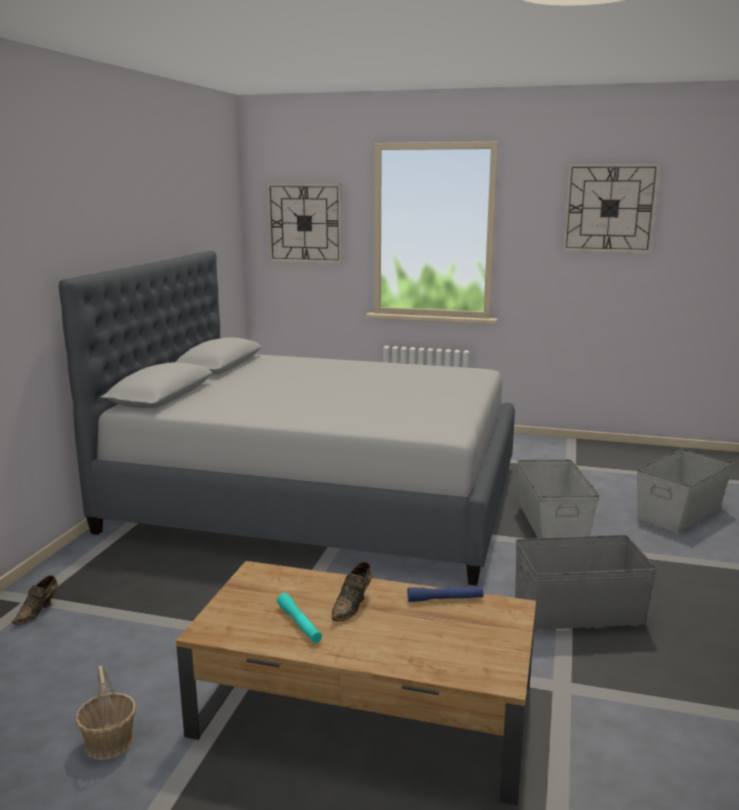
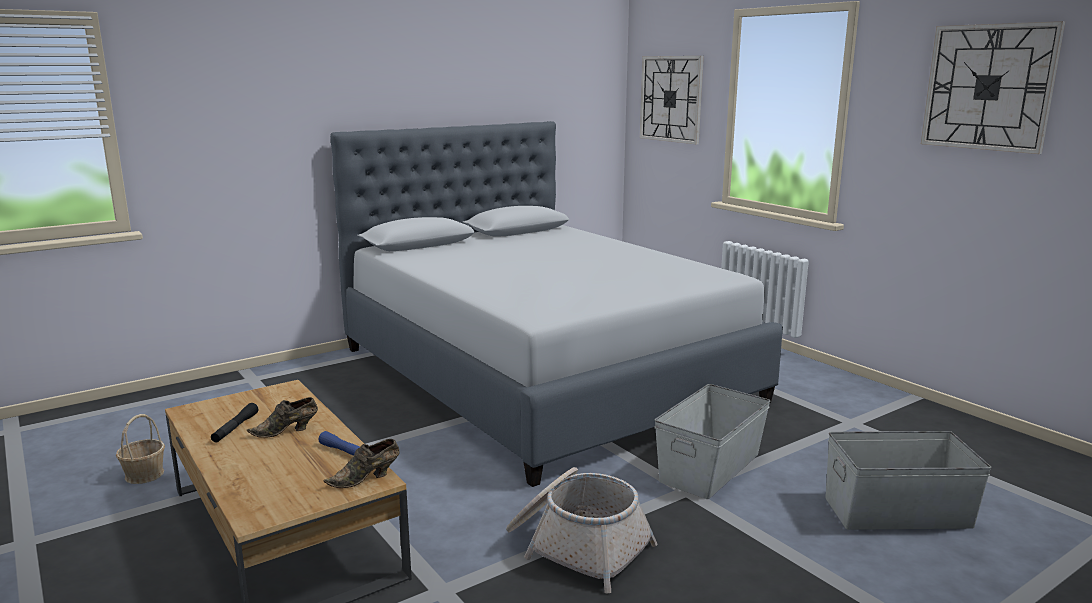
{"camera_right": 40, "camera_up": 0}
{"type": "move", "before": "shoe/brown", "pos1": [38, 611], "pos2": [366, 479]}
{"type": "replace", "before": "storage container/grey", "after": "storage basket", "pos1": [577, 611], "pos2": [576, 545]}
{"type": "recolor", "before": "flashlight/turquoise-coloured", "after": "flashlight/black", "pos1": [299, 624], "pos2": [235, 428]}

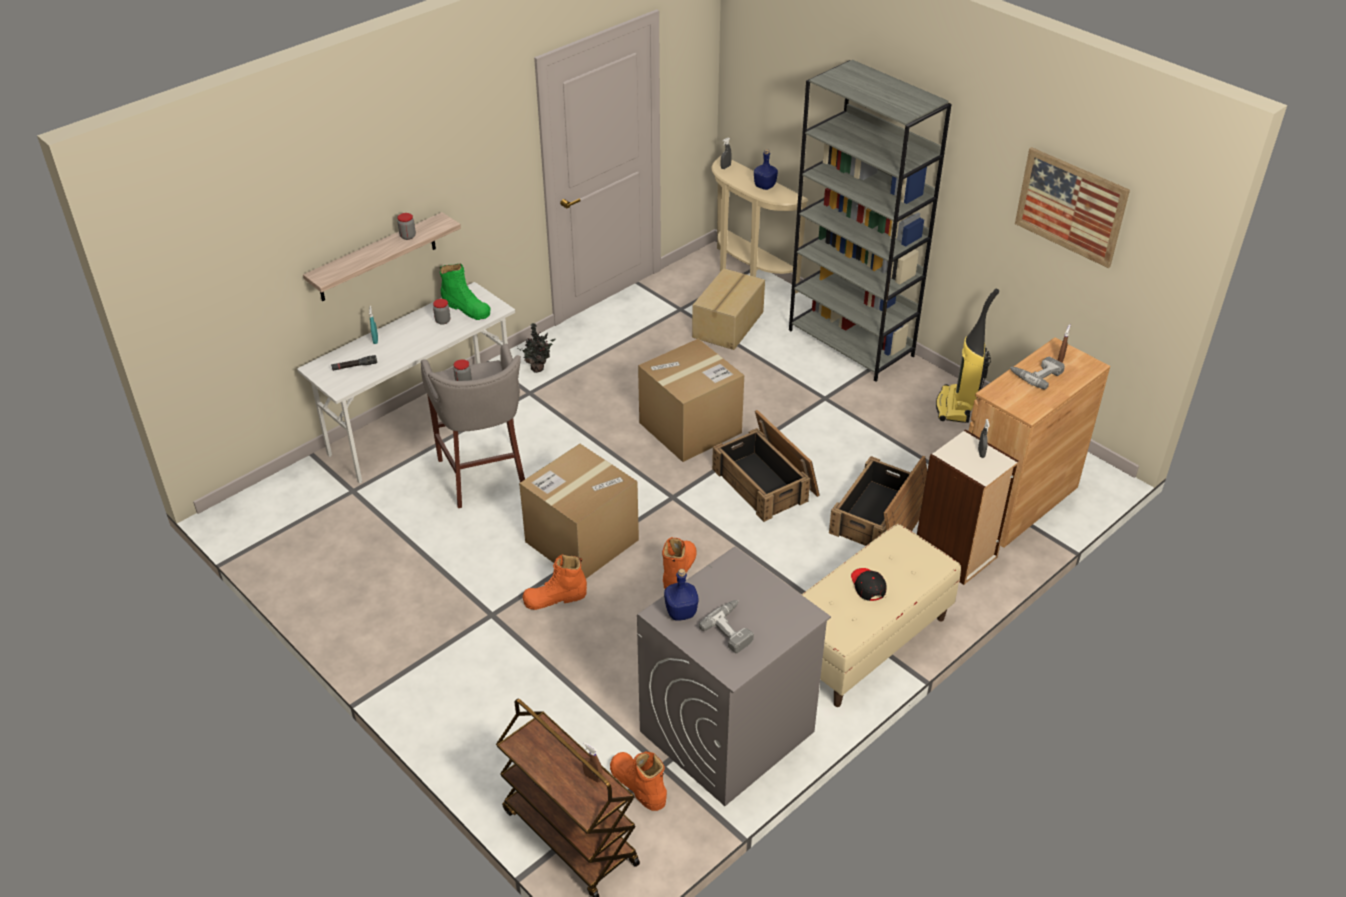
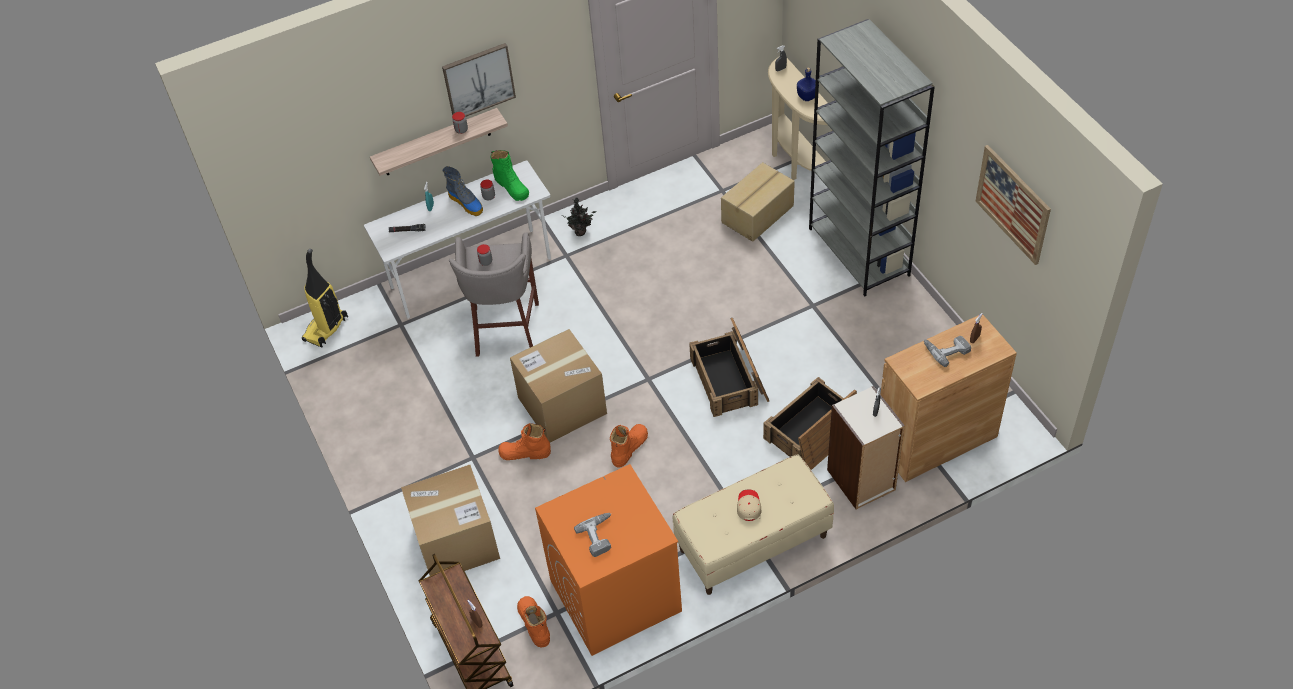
{"camera_right": 20, "camera_up": 10}
{"type": "delete", "before": "drink bottle/blue", "pos1": [681, 613]}
{"type": "insert", "after": "picture", "pos2": [478, 80]}
{"type": "insert", "after": "boot", "pos2": [466, 203]}
{"type": "move", "before": "cardboard box", "pos1": [690, 428], "pos2": [456, 541]}
{"type": "move", "before": "hoover", "pos1": [956, 407], "pos2": [326, 329]}
{"type": "recolor", "before": "laundry appliance/grey", "after": "laundry appliance/orange-coloured", "pos1": [726, 732], "pos2": [615, 596]}
{"type": "recolor", "before": "cap/black", "after": "cap/sand-coloured", "pos1": [867, 586], "pos2": [748, 506]}

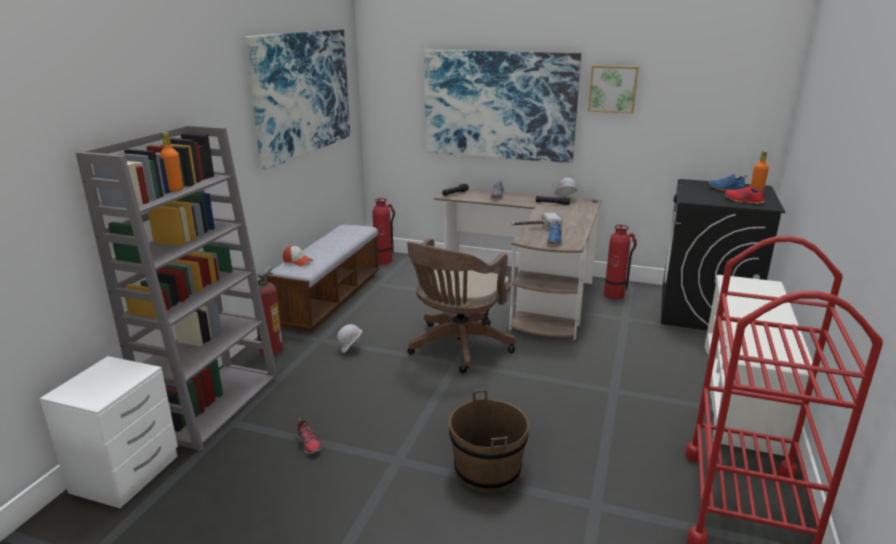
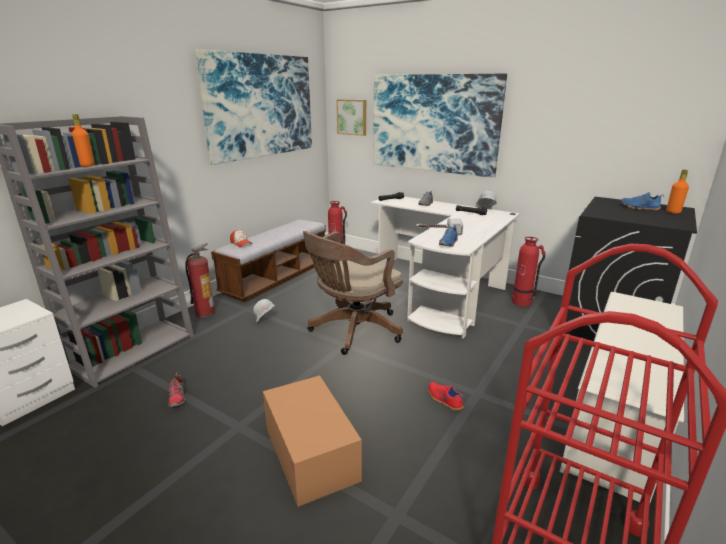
{"camera_right": 15, "camera_up": 0}
{"type": "move", "before": "picture", "pos1": [613, 89], "pos2": [352, 117]}
{"type": "move", "before": "shoe/reddish", "pos1": [743, 201], "pos2": [444, 400]}
{"type": "replace", "before": "bucket/brown", "after": "cardboard box", "pos1": [487, 470], "pos2": [310, 453]}
{"type": "recolor", "before": "desk table/brown", "after": "desk table/white", "pos1": [529, 291], "pos2": [443, 290]}

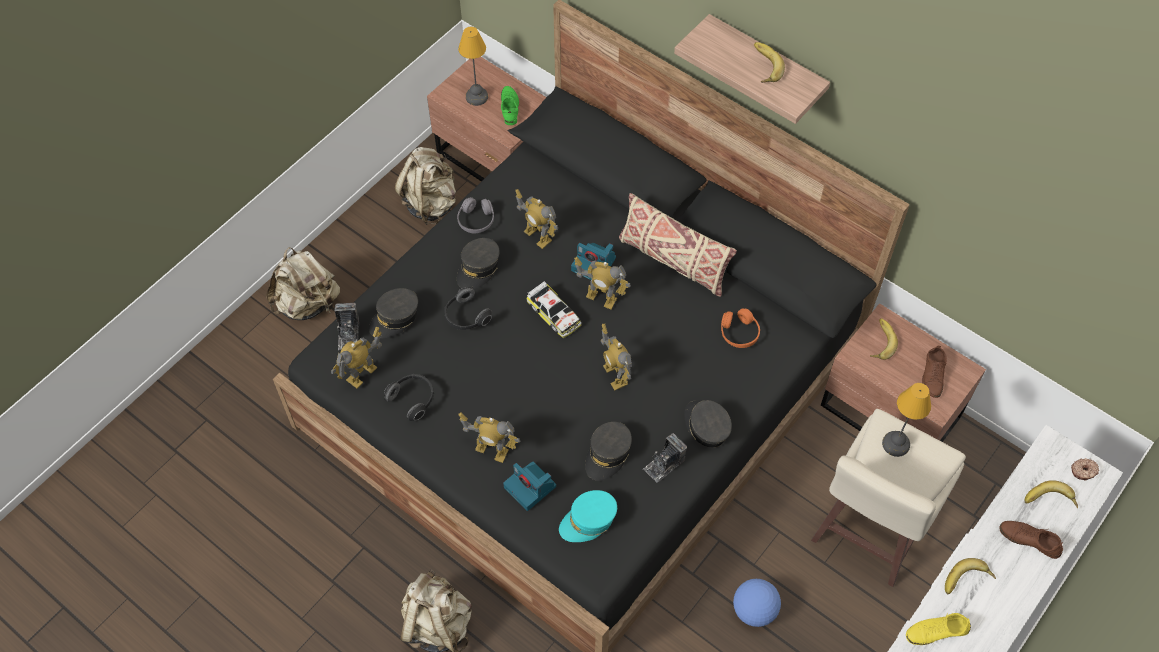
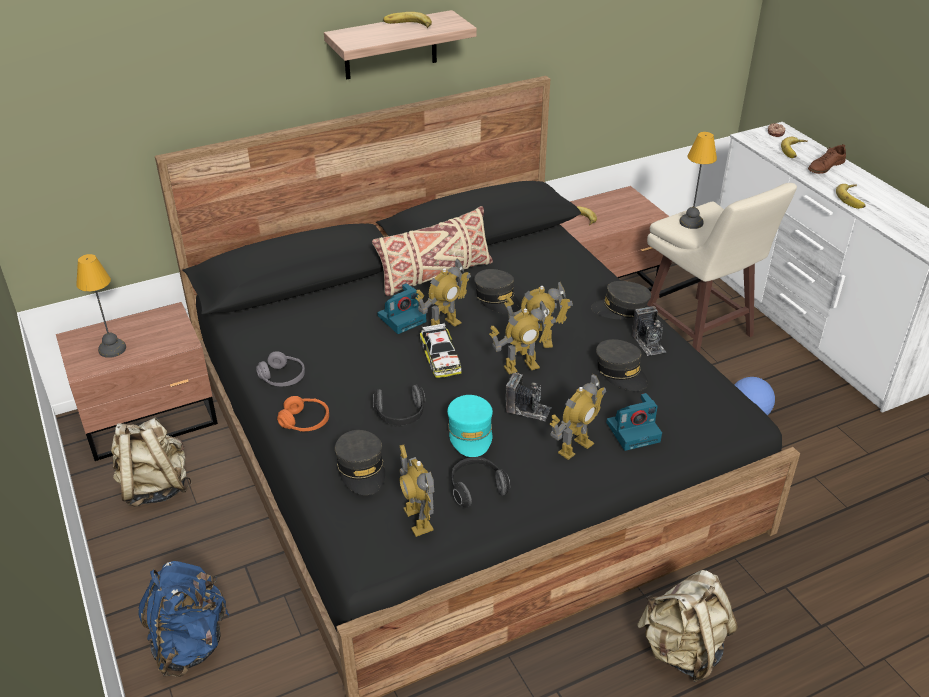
{"camera_right": -65, "camera_up": -20}
{"type": "delete", "before": "shoe/green-coloured", "pos1": [510, 107]}
{"type": "delete", "before": "shoe/yellow-coloured", "pos1": [936, 631]}
{"type": "delete", "before": "shoe/brown", "pos1": [933, 375]}
{"type": "move", "before": "photo camera", "pos1": [348, 333], "pos2": [528, 409]}
{"type": "move", "before": "cap/grey", "pos1": [478, 268], "pos2": [497, 298]}
{"type": "move", "before": "robot figure", "pos1": [537, 236], "pos2": [521, 366]}
{"type": "move", "before": "cap/turquoise-coloured", "pos1": [588, 521], "pos2": [470, 433]}
{"type": "move", "before": "headphones/orange-coloured", "pos1": [739, 333], "pos2": [305, 421]}
{"type": "recolor", "before": "backpack/sand-coloured", "after": "backpack/blue", "pos1": [308, 304], "pos2": [190, 643]}
{"type": "rotate", "before": "model car", "pos1": [554, 313], "pos2": [440, 357], "turn": 90}

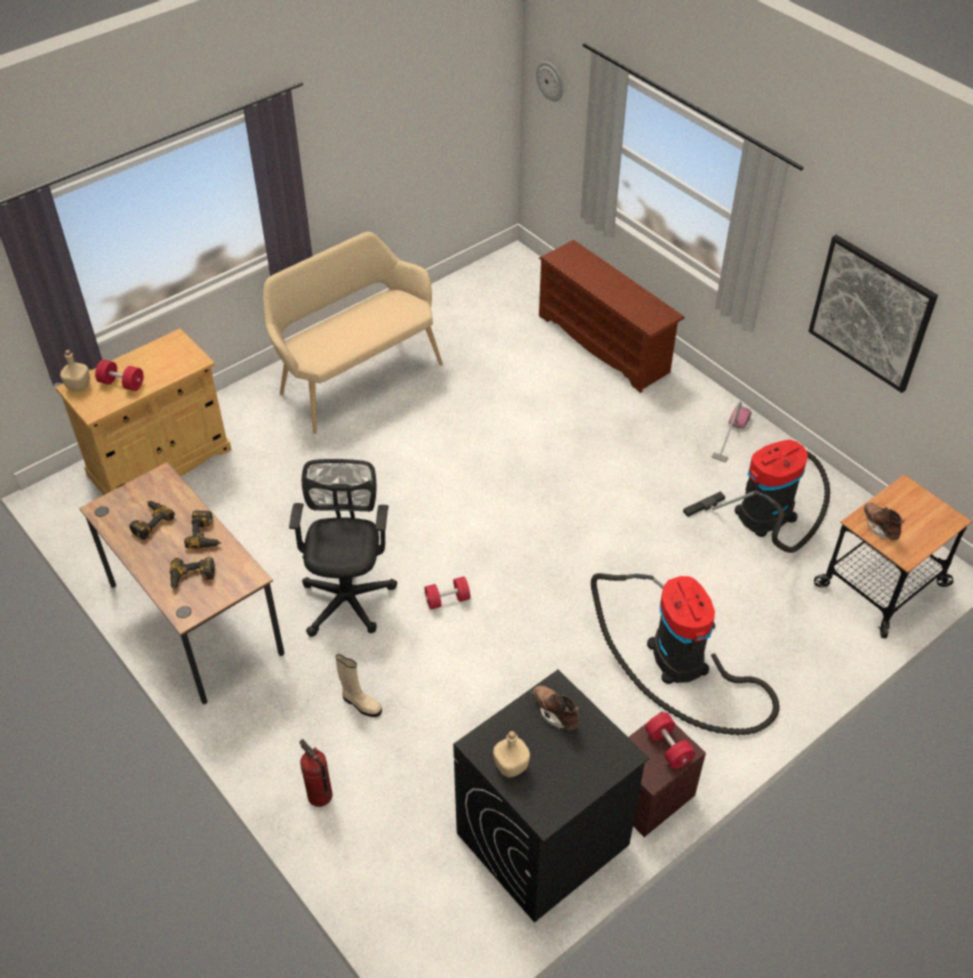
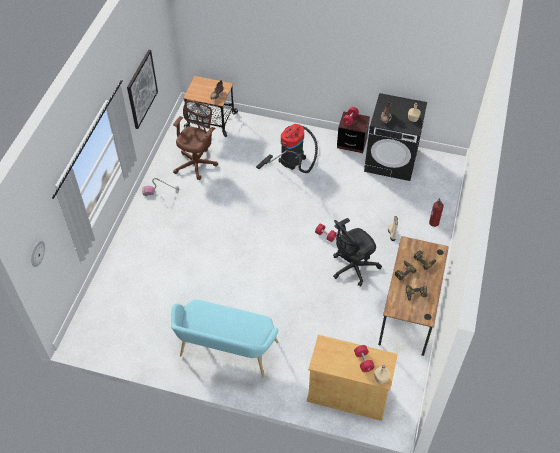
{"camera_right": -125, "camera_up": 5}
{"type": "delete", "before": "shoe shelf/brown", "pos1": [605, 344]}
{"type": "replace", "before": "hoover", "after": "office chair/brown", "pos1": [769, 511], "pos2": [197, 163]}
{"type": "recolor", "before": "indoor bench/sand-coloured", "after": "indoor bench/turquoise-coloured", "pos1": [355, 376], "pos2": [226, 352]}

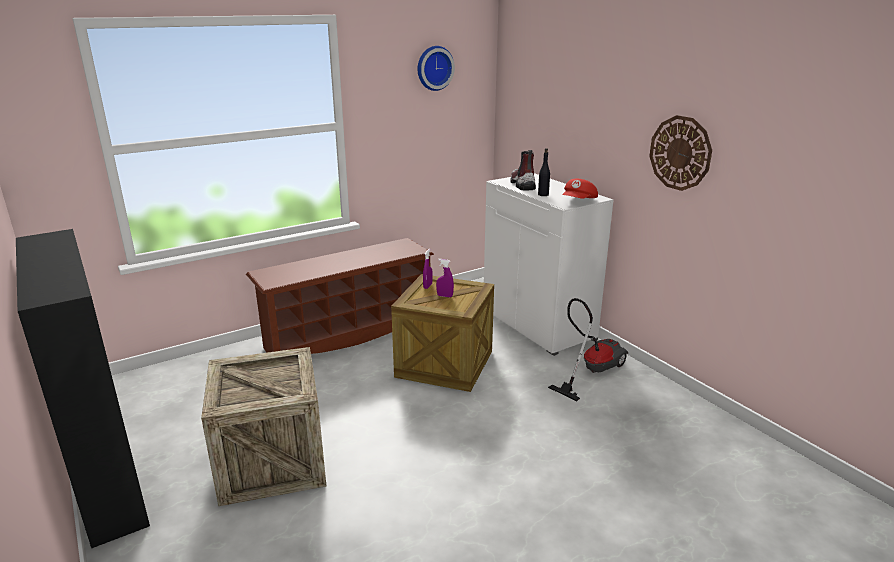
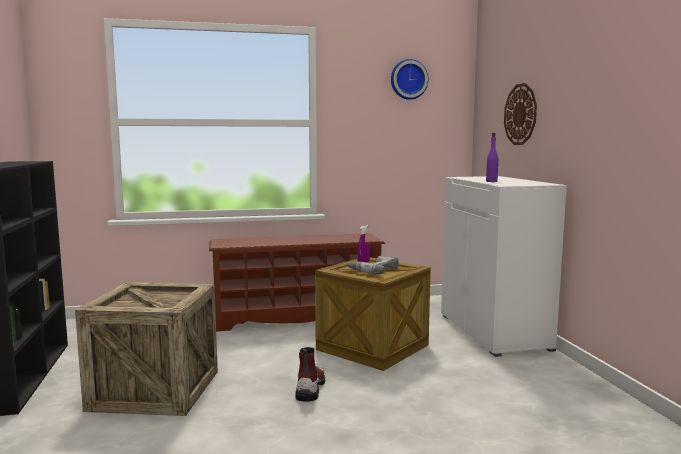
{"camera_right": 20, "camera_up": -15}
{"type": "delete", "before": "hoover", "pos1": [591, 370]}
{"type": "delete", "before": "cap/reddish", "pos1": [579, 201]}
{"type": "move", "before": "boot", "pos1": [522, 184], "pos2": [310, 388]}
{"type": "move", "before": "clock on the wall", "pos1": [680, 153], "pos2": [520, 114]}
{"type": "replace", "before": "spray bottle/purple", "after": "drill", "pos1": [444, 296], "pos2": [372, 269]}
{"type": "recolor", "before": "drink bottle/black", "after": "drink bottle/purple", "pos1": [543, 194], "pos2": [491, 181]}

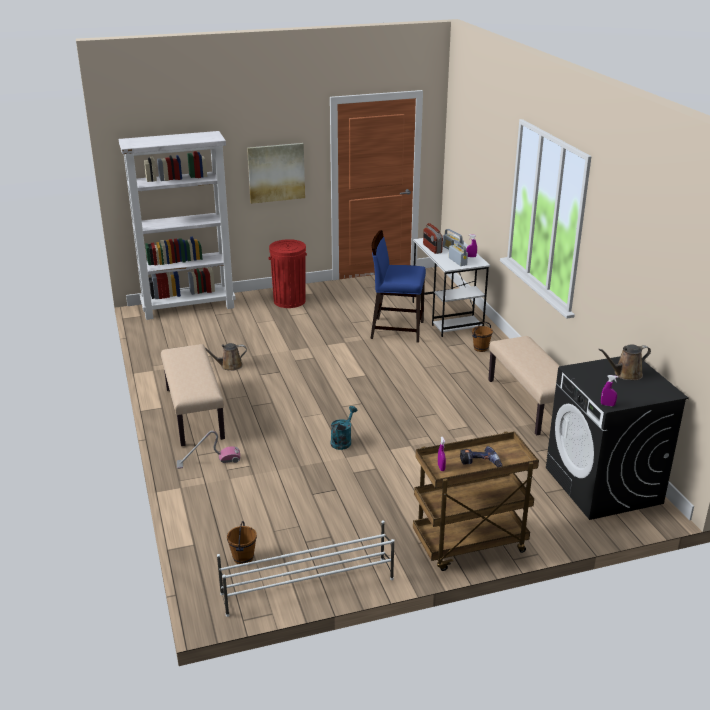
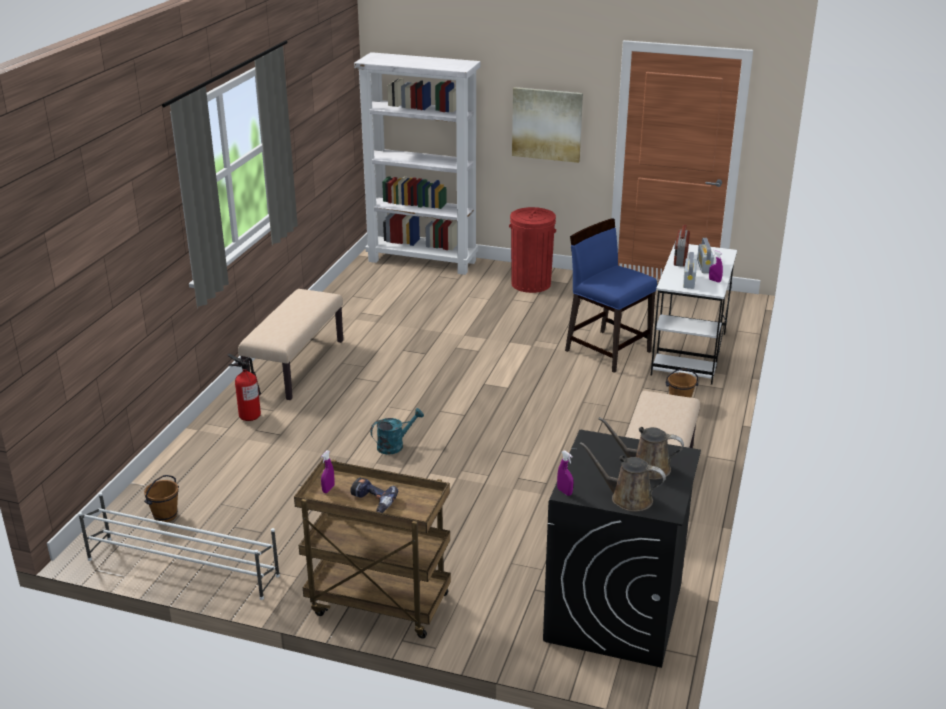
{"camera_right": 35, "camera_up": 0}
{"type": "move", "before": "sprinkling can/brown", "pos1": [229, 366], "pos2": [627, 498]}
{"type": "replace", "before": "hoover", "after": "fire extinguisher", "pos1": [208, 461], "pos2": [250, 416]}

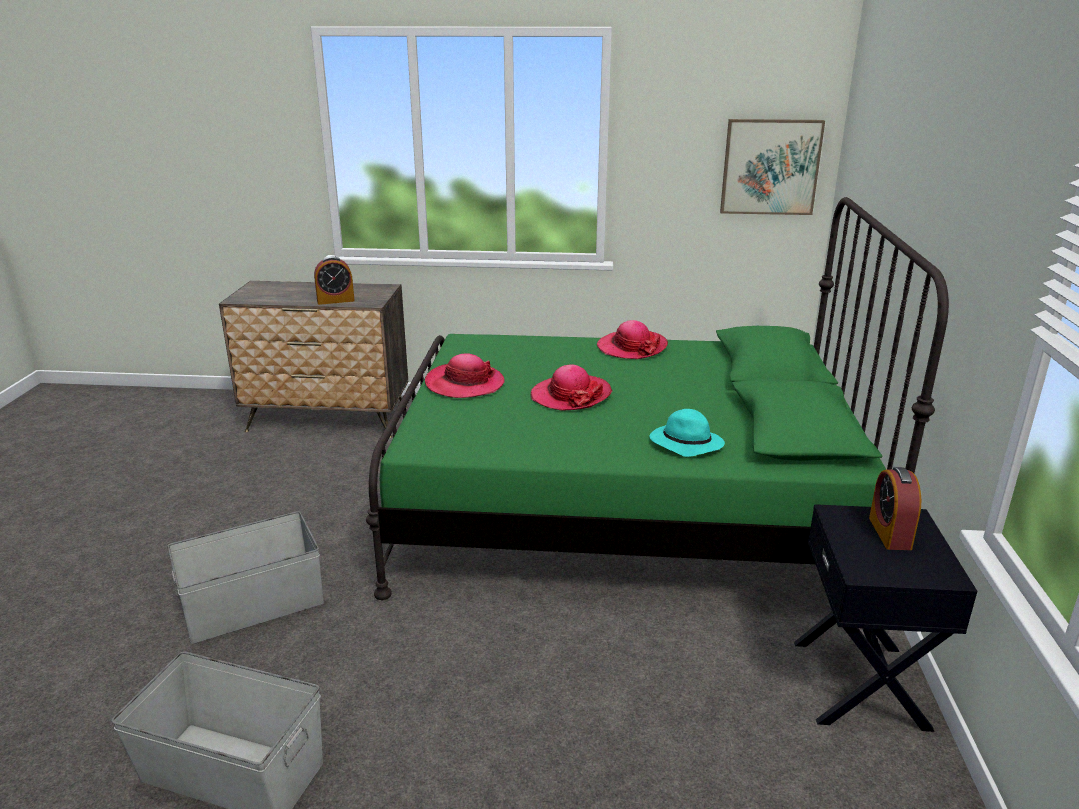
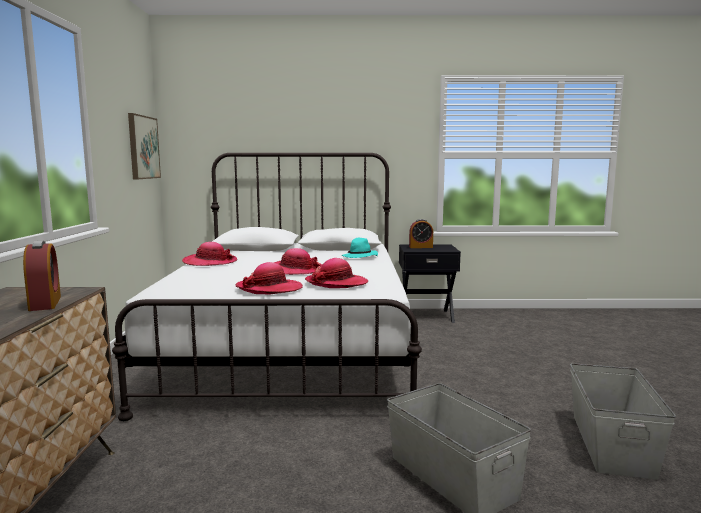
{"camera_right": -95, "camera_up": -15}
{"type": "insert", "after": "clothing hat", "pos2": [336, 283]}
{"type": "recolor", "before": "sleeping bed/green-coloured", "after": "sleeping bed/white", "pos1": [623, 510], "pos2": [290, 350]}

